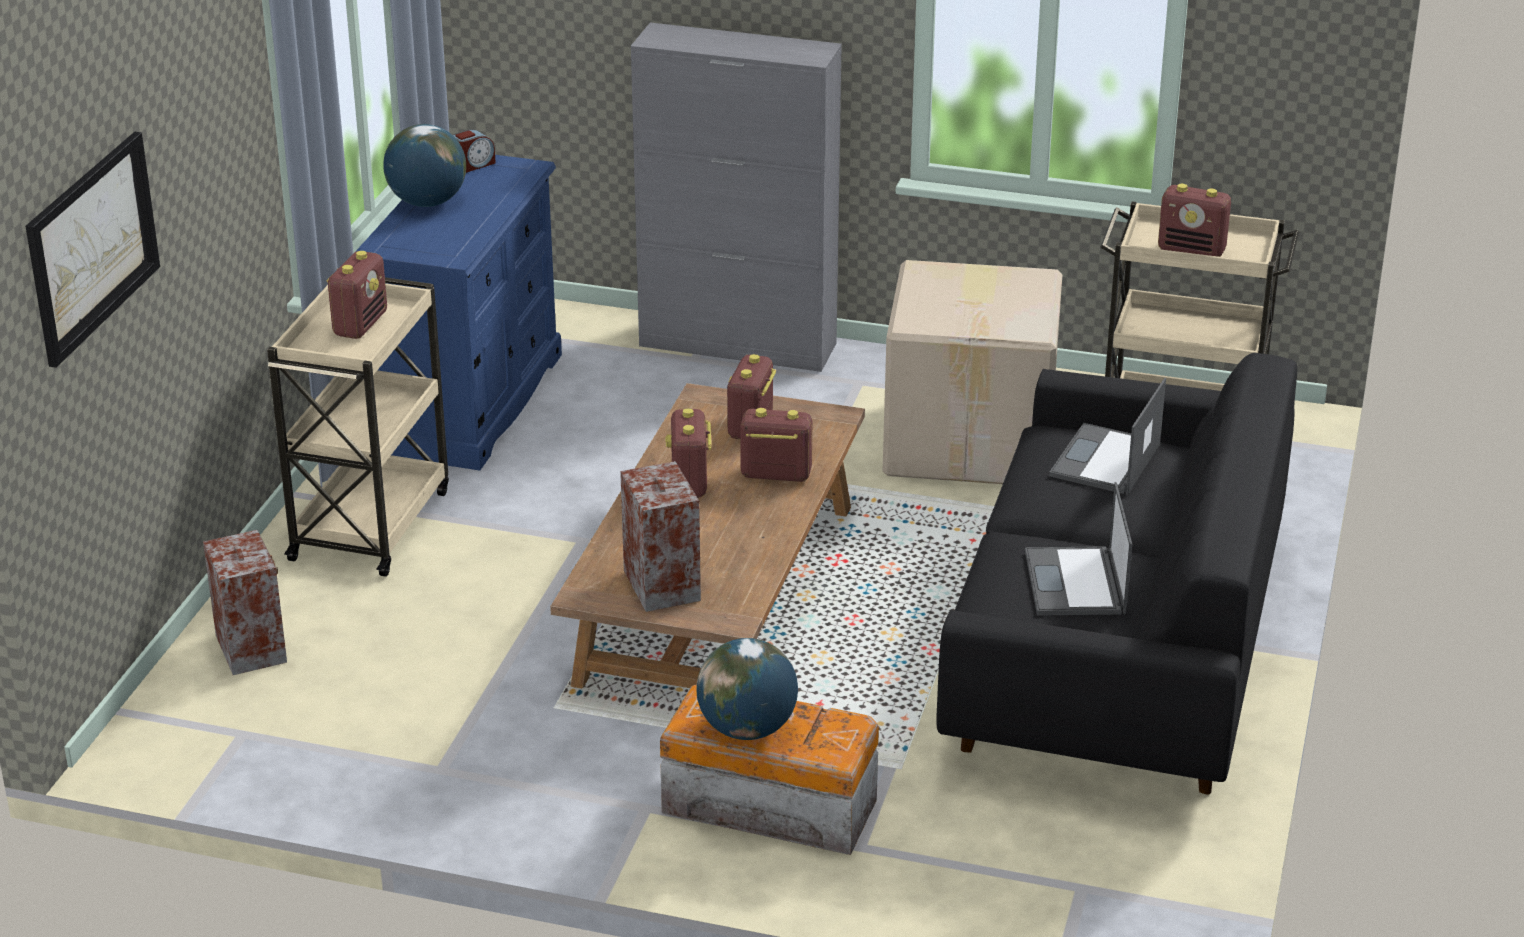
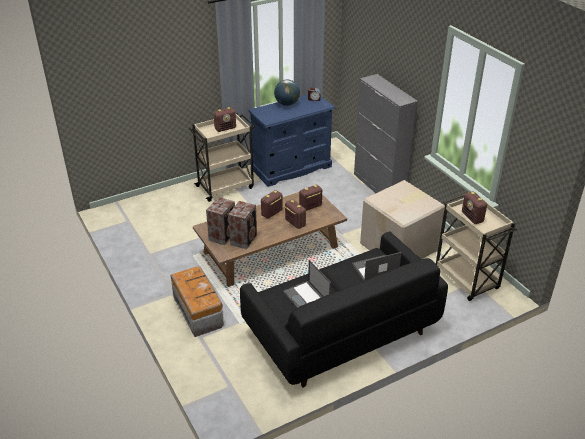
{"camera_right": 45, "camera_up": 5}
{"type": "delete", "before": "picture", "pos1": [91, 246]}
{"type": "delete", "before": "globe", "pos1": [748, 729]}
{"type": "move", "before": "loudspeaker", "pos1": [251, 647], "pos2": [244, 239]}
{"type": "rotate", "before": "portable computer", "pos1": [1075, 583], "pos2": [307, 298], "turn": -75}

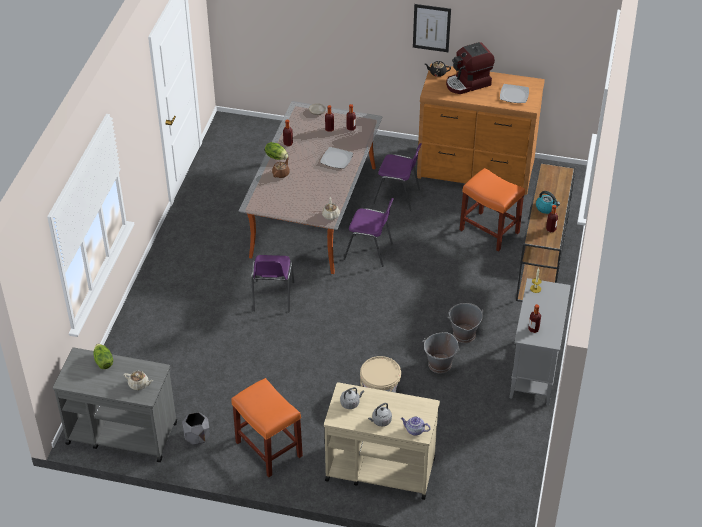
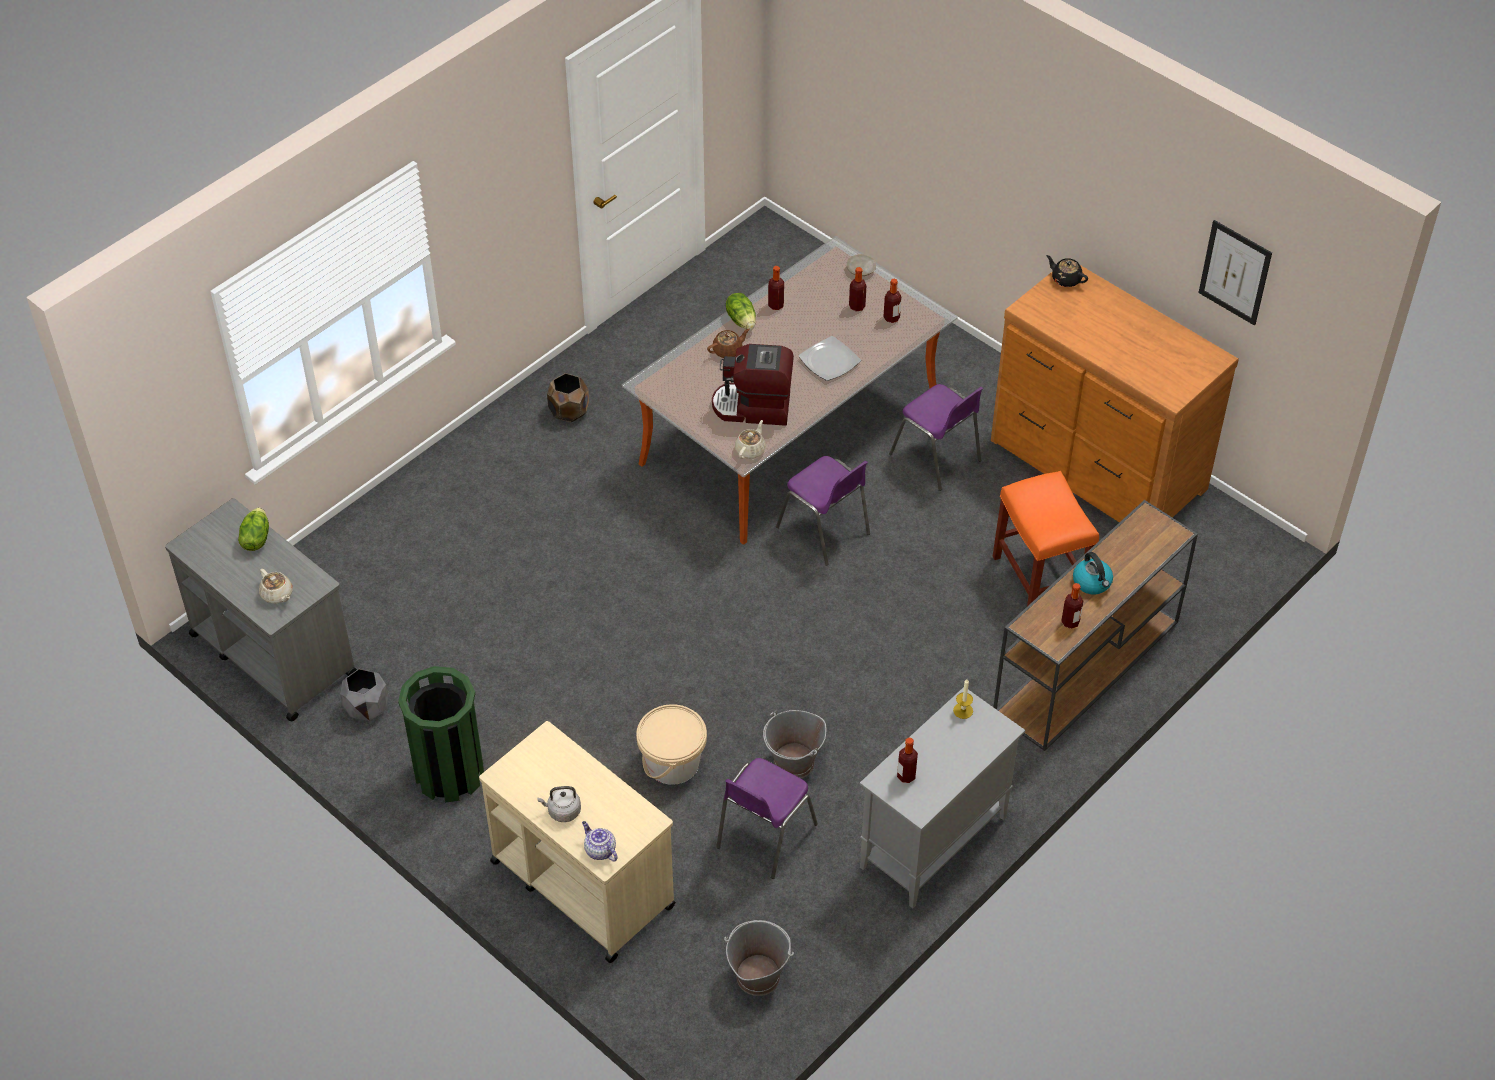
{"camera_right": 30, "camera_up": 5}
{"type": "delete", "before": "kettle/grey", "pos1": [351, 403]}
{"type": "delete", "before": "flat dish", "pos1": [514, 95]}
{"type": "insert", "after": "planter/brown", "pos2": [569, 411]}
{"type": "move", "before": "chair/purple", "pos1": [272, 297], "pos2": [764, 837]}
{"type": "move", "before": "picture", "pos1": [431, 28], "pos2": [1235, 272]}
{"type": "move", "before": "coffee maker", "pos1": [468, 83], "pos2": [753, 408]}
{"type": "move", "before": "bucket/grey", "pos1": [463, 334], "pos2": [757, 976]}
{"type": "replace", "before": "sitting stool/orange-coloured", "after": "trash can/green-coloured", "pos1": [268, 448], "pos2": [449, 773]}

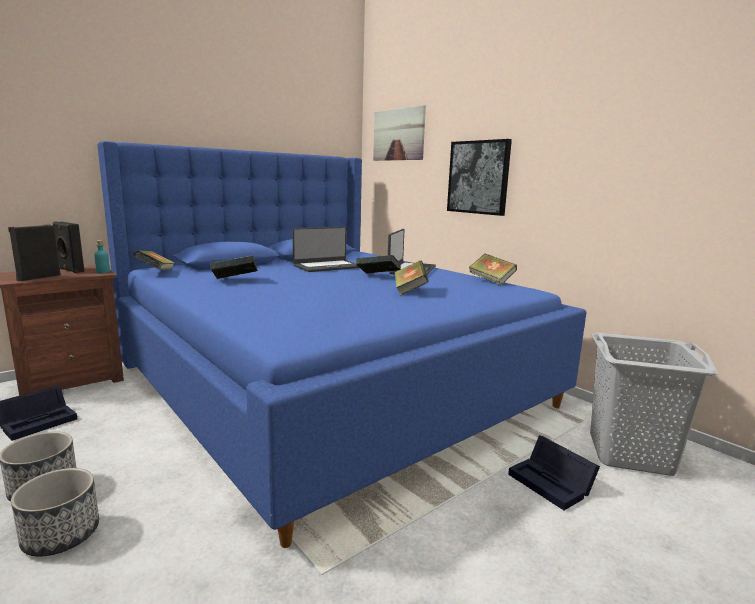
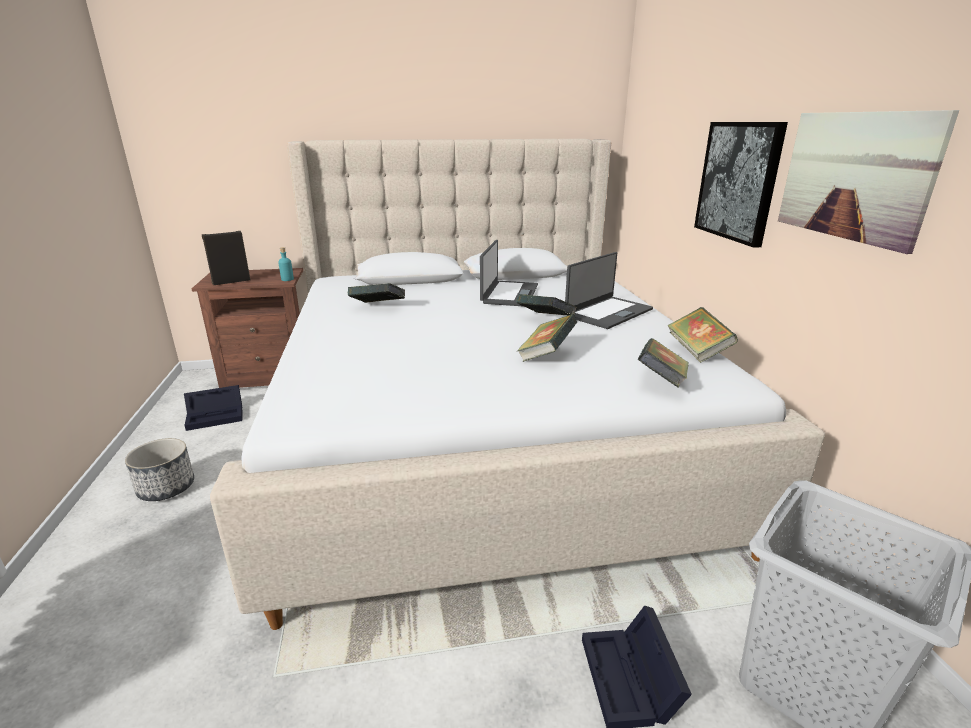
{"camera_right": 30, "camera_up": 10}
{"type": "delete", "before": "planter", "pos1": [60, 536]}
{"type": "delete", "before": "loudspeaker/black", "pos1": [70, 270]}
{"type": "move", "before": "book", "pos1": [156, 273], "pos2": [661, 381]}
{"type": "move", "before": "picture", "pos1": [398, 134], "pos2": [853, 176]}
{"type": "recolor", "before": "sleeping bed/blue", "after": "sleeping bed/sand-coloured", "pos1": [329, 382], "pos2": [485, 434]}
{"type": "rotate", "before": "portable computer", "pos1": [327, 266], "pos2": [509, 294], "turn": -75}

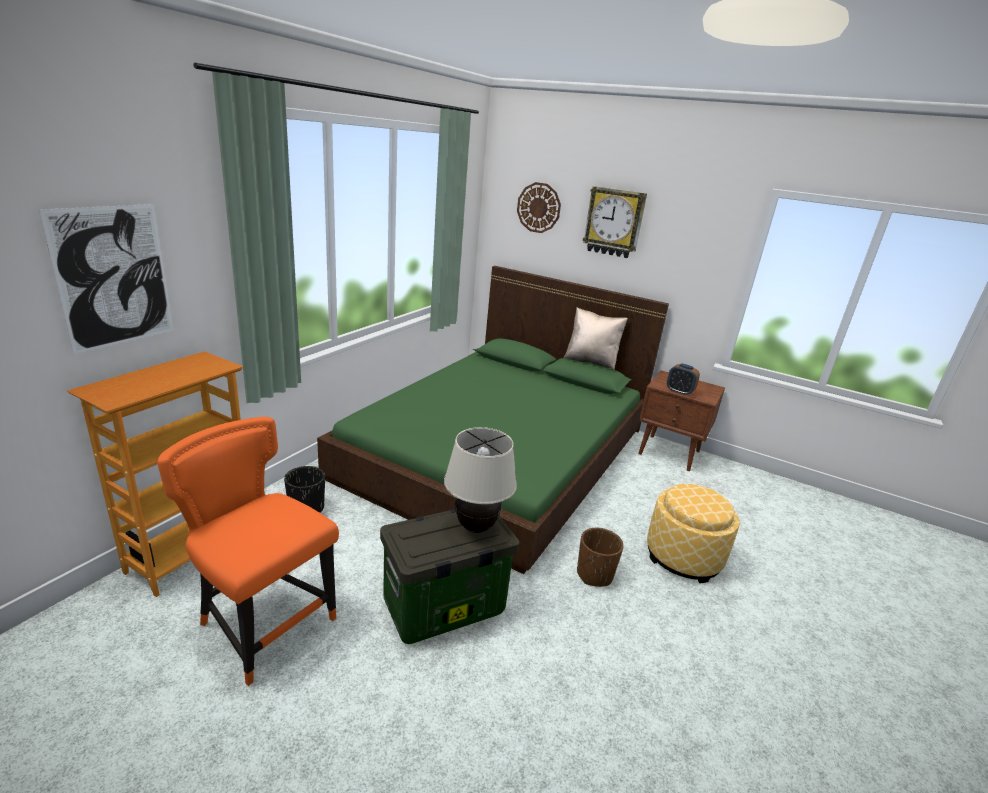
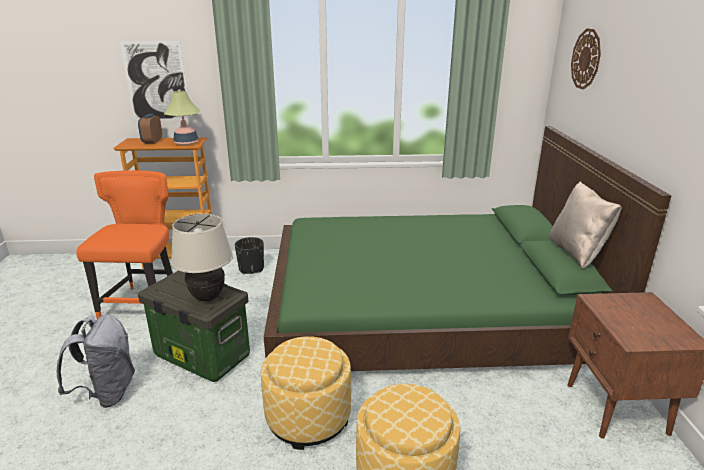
{"camera_right": 60, "camera_up": 0}
{"type": "delete", "before": "clock on the wall", "pos1": [614, 222]}
{"type": "insert", "after": "backpack/grey", "pos2": [107, 393]}
{"type": "insert", "after": "lamp for a table", "pos2": [186, 143]}
{"type": "move", "before": "bedside clock", "pos1": [679, 391], "pos2": [152, 142]}
{"type": "replace", "before": "planter/brown", "after": "pouffe", "pos1": [594, 575], "pos2": [308, 418]}

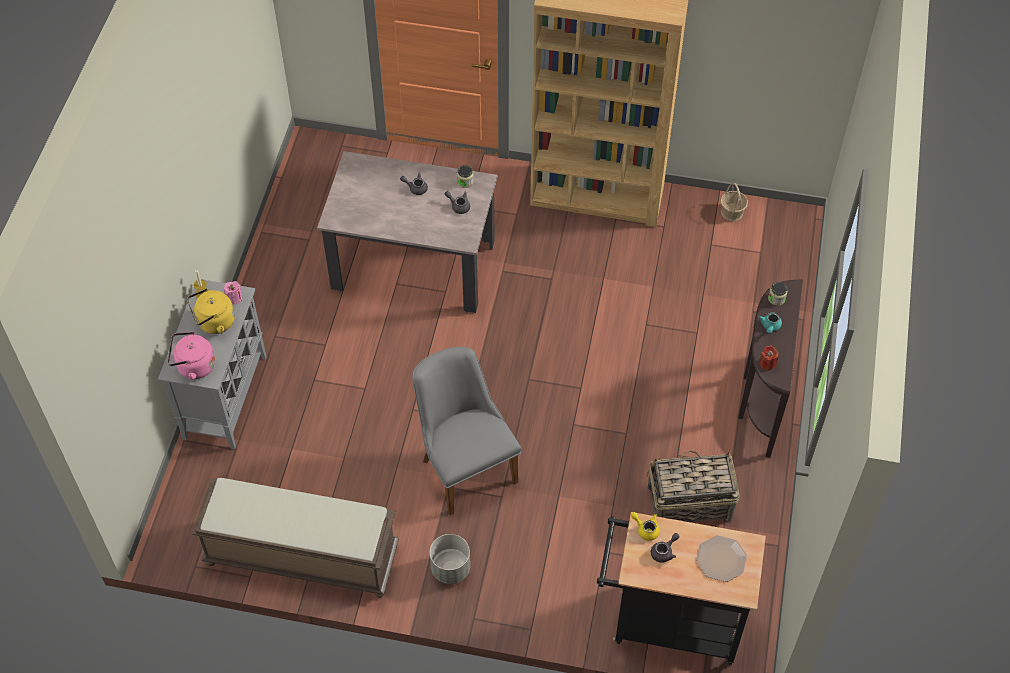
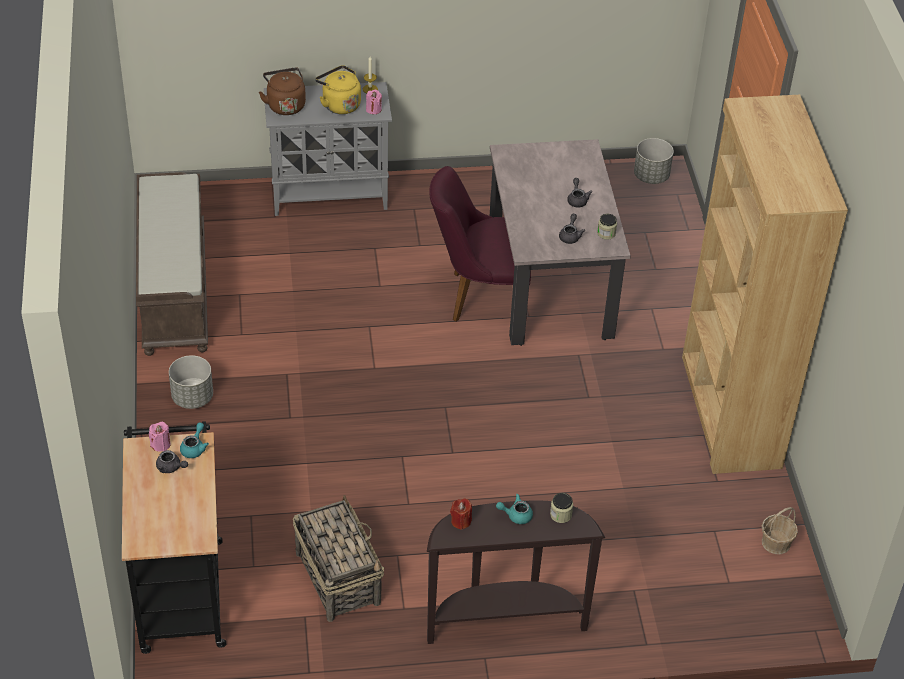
{"camera_right": 70, "camera_up": -10}
{"type": "delete", "before": "chair/grey", "pos1": [464, 465]}
{"type": "delete", "before": "flat dish", "pos1": [721, 559]}
{"type": "insert", "after": "wax light/pink", "pos2": [160, 444]}
{"type": "insert", "after": "chair/purple", "pos2": [479, 297]}
{"type": "insert", "after": "planter/grey", "pos2": [651, 176]}
{"type": "recolor", "before": "kettle/pink", "after": "kettle/brown", "pos1": [193, 366], "pos2": [285, 105]}
{"type": "recolor", "before": "tea pot/yellow-coloured", "after": "tea pot/turquoise-coloured", "pos1": [645, 529], "pos2": [194, 448]}

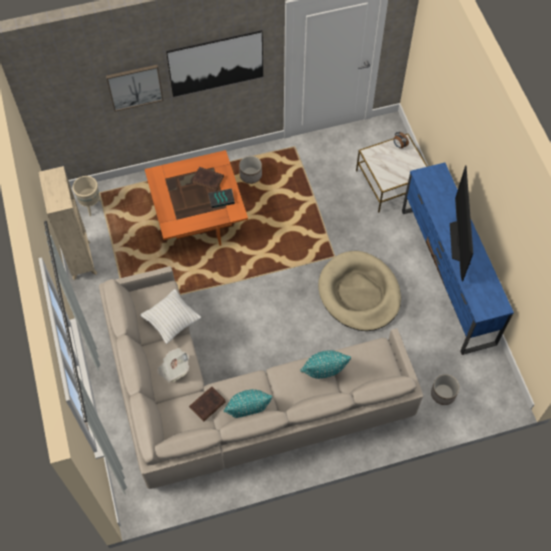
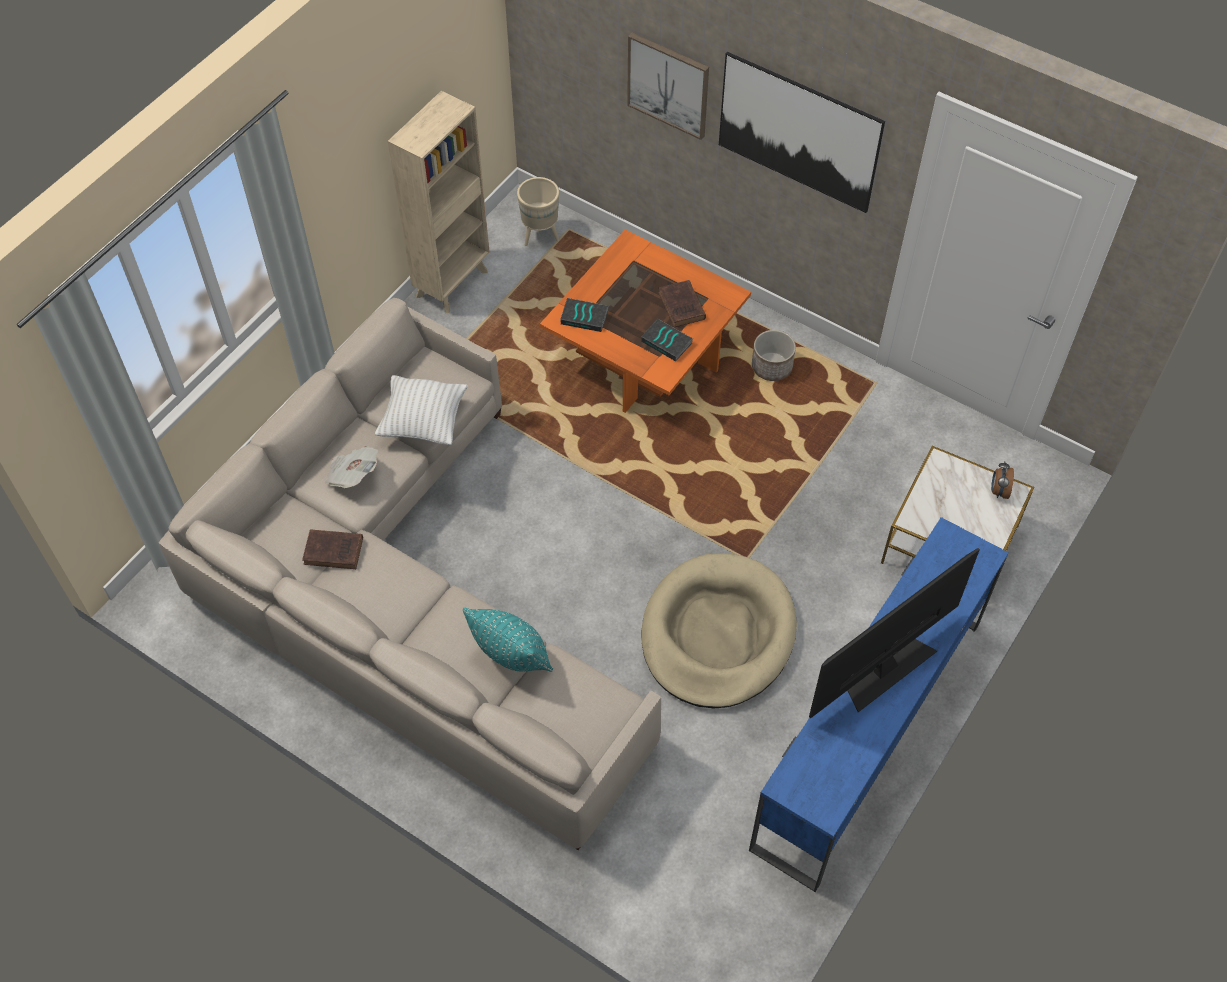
{"camera_right": 50, "camera_up": -5}
{"type": "delete", "before": "throw pillow/turquoise-coloured", "pos1": [248, 410]}
{"type": "delete", "before": "planter", "pos1": [443, 394]}
{"type": "insert", "after": "book", "pos2": [585, 317]}

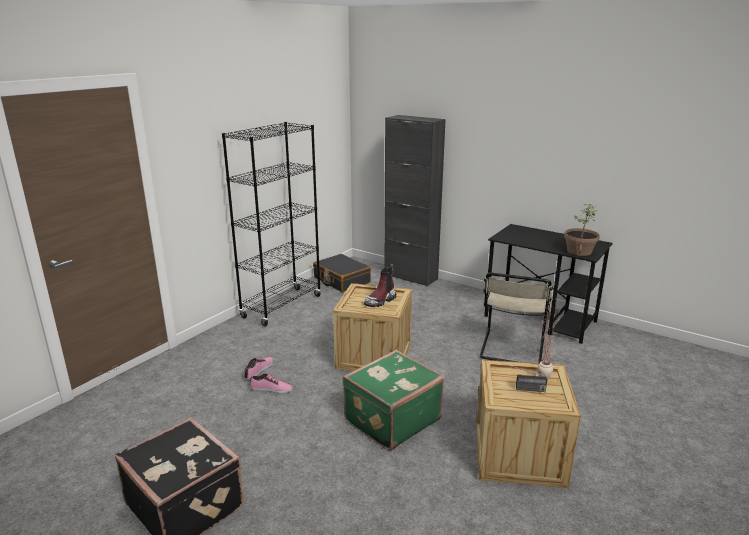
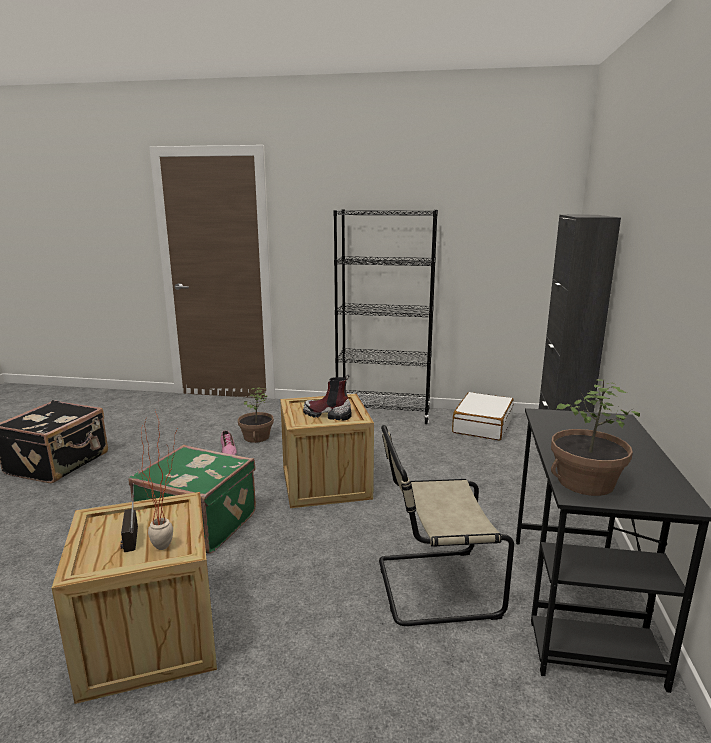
{"camera_right": 65, "camera_up": -5}
{"type": "replace", "before": "shoe", "after": "plant in a pot", "pos1": [259, 370], "pos2": [256, 437]}
{"type": "recolor", "before": "piece of luggage/black", "after": "piece of luggage/white", "pos1": [341, 280], "pos2": [482, 425]}

